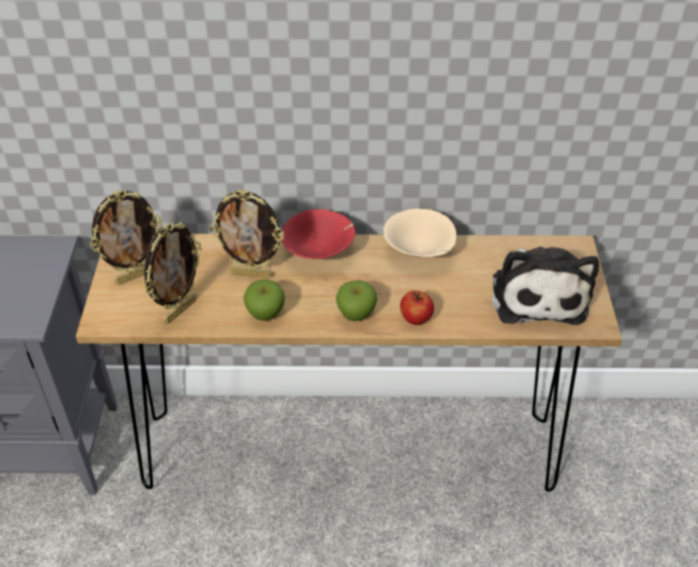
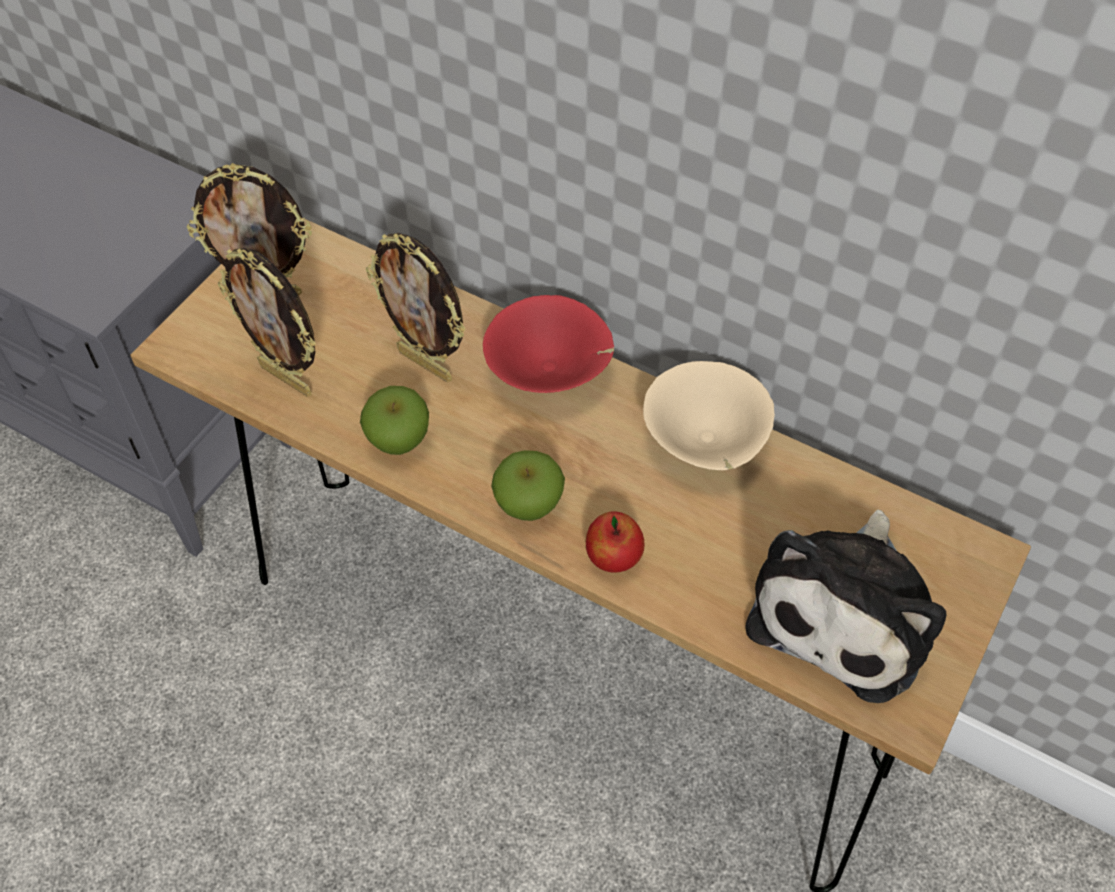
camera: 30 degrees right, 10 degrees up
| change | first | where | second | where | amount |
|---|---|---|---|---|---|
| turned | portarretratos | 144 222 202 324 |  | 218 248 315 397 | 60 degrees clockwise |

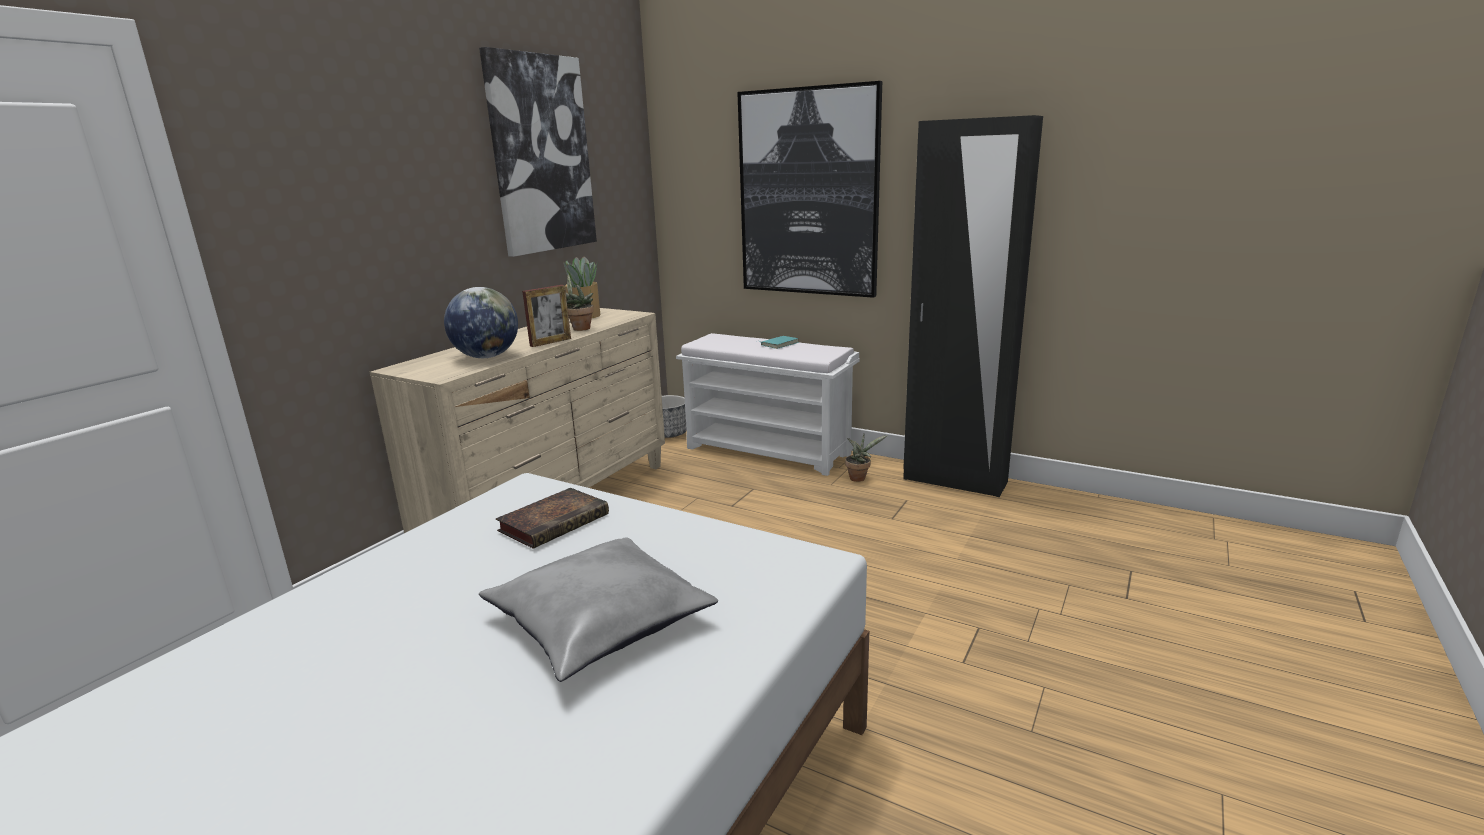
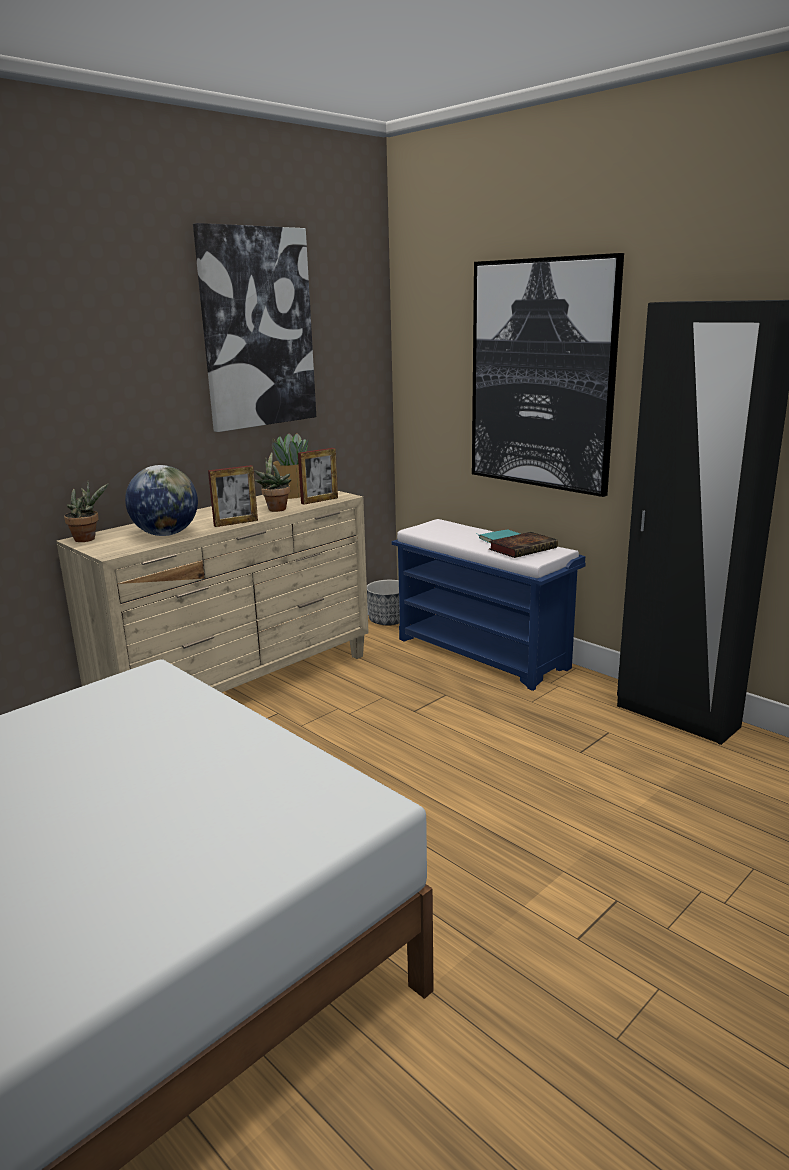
camera: 15 degrees right, 0 degrees up
| change | first | where | second | where | amount |
|---|---|---|---|---|---|
| removed | cojín [gris] | 479 537 718 682 |  |  |  |
| moved | libro | 496 488 609 549 |  | 489 532 558 558 |  |
| recoloured | banco [blanco] | 676 333 860 476 | banco [azul] | 392 519 586 691 |  |
| moved | planta en maceta | 845 434 888 482 |  | 64 481 108 542 |  |
| added |  |  | portarretratos | 298 448 338 505 |  |

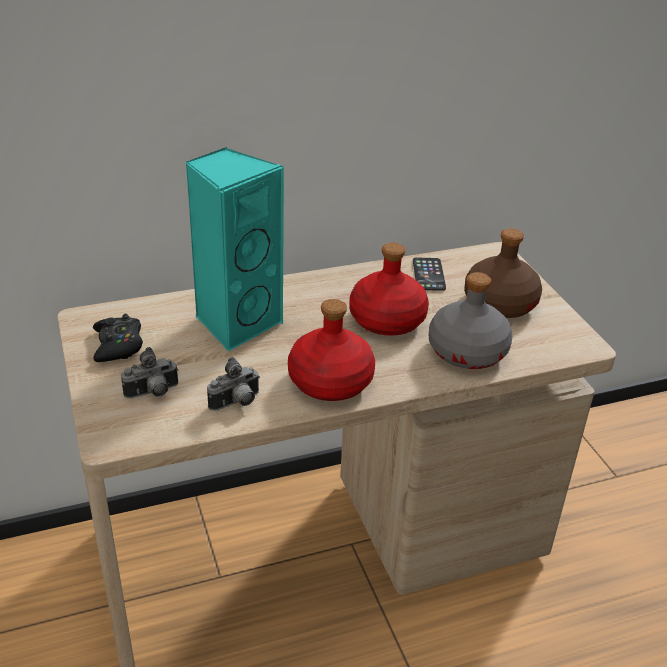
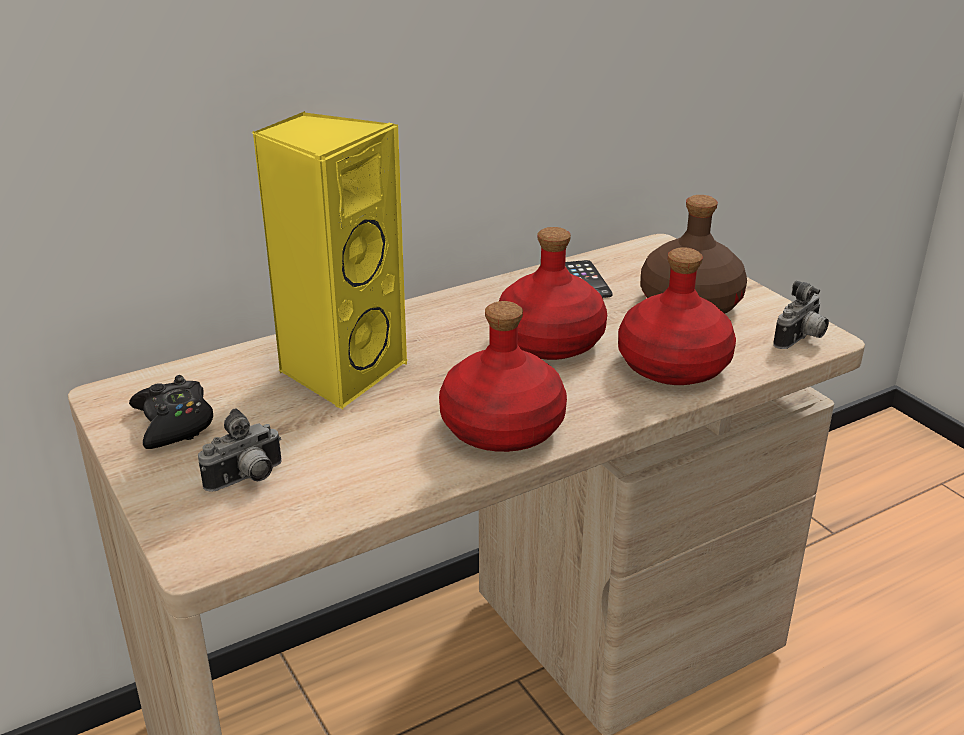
camera: 10 degrees left, 5 degrees down
| change | first | where | second | where | amount |
|---|---|---|---|---|---|
| recoloured | altavoz [turquesa] | 185 147 284 352 | altavoz [amarillo] | 253 111 408 409 |  |
| moved | cámara | 207 357 260 411 |  | 773 281 829 349 |  |
| recoloured | botella [gris] | 429 272 513 369 | botella [rojo] | 618 247 736 385 |  |

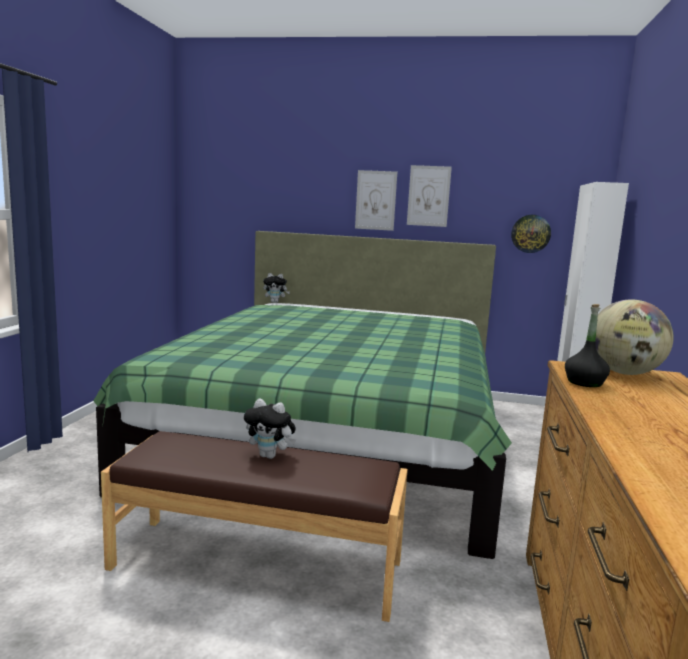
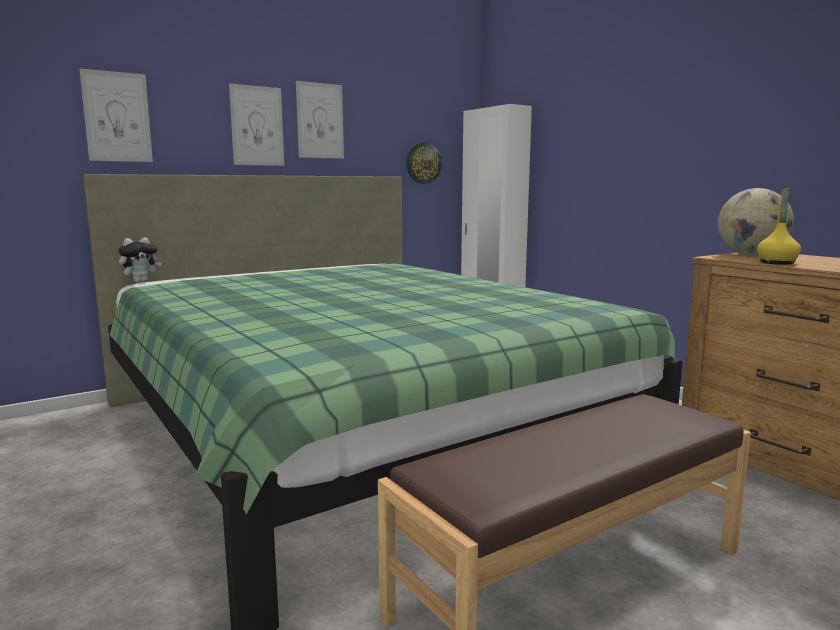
camera: 45 degrees left, 0 degrees up
| change | first | where | second | where | amount |
|---|---|---|---|---|---|
| removed | peluche | 244 398 296 459 |  |  |  |
| recoloured | botella [negro] | 565 304 610 387 | botella [amarillo] | 757 188 801 265 |  |
| added |  |  | cuadro | 79 69 153 162 |  |

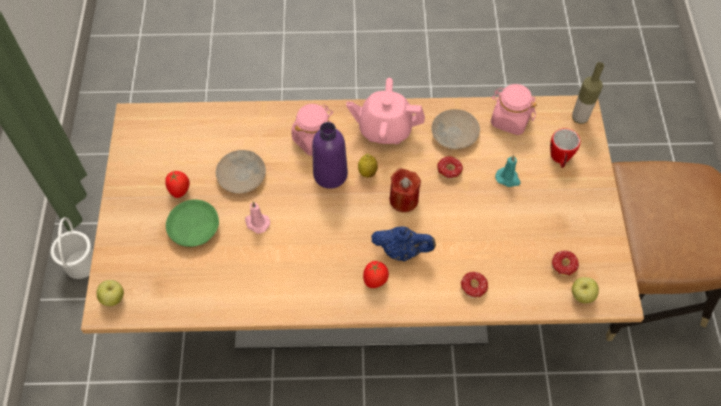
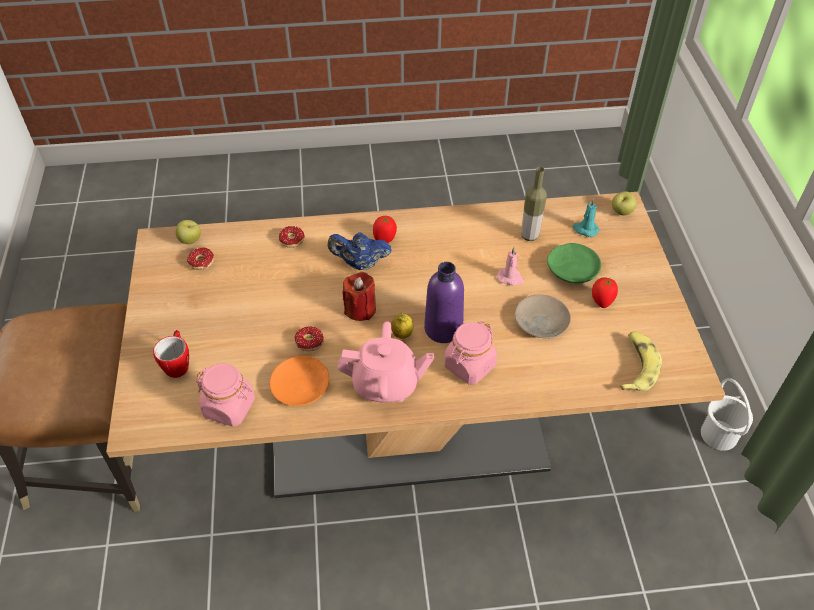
camera: 175 degrees right, 10 degrees down
| change | first | where | second | where | amount |
|---|---|---|---|---|---|
| recoloured | plato [beis] | 431 109 480 149 | plato [naranja] | 270 356 329 406 |  |
| moved | vela [turquesa] | 495 155 521 187 |  | 573 198 599 237 |  |
| moved | botella | 572 62 604 124 |  | 521 167 547 241 |  |
| added |  |  | plátano | 620 331 662 391 |  |

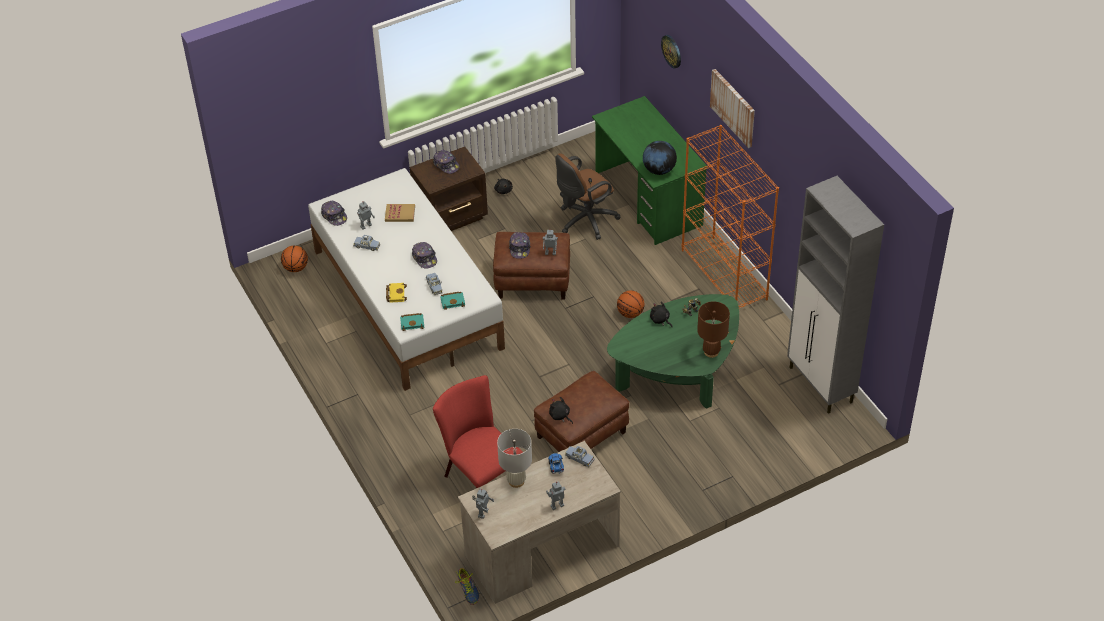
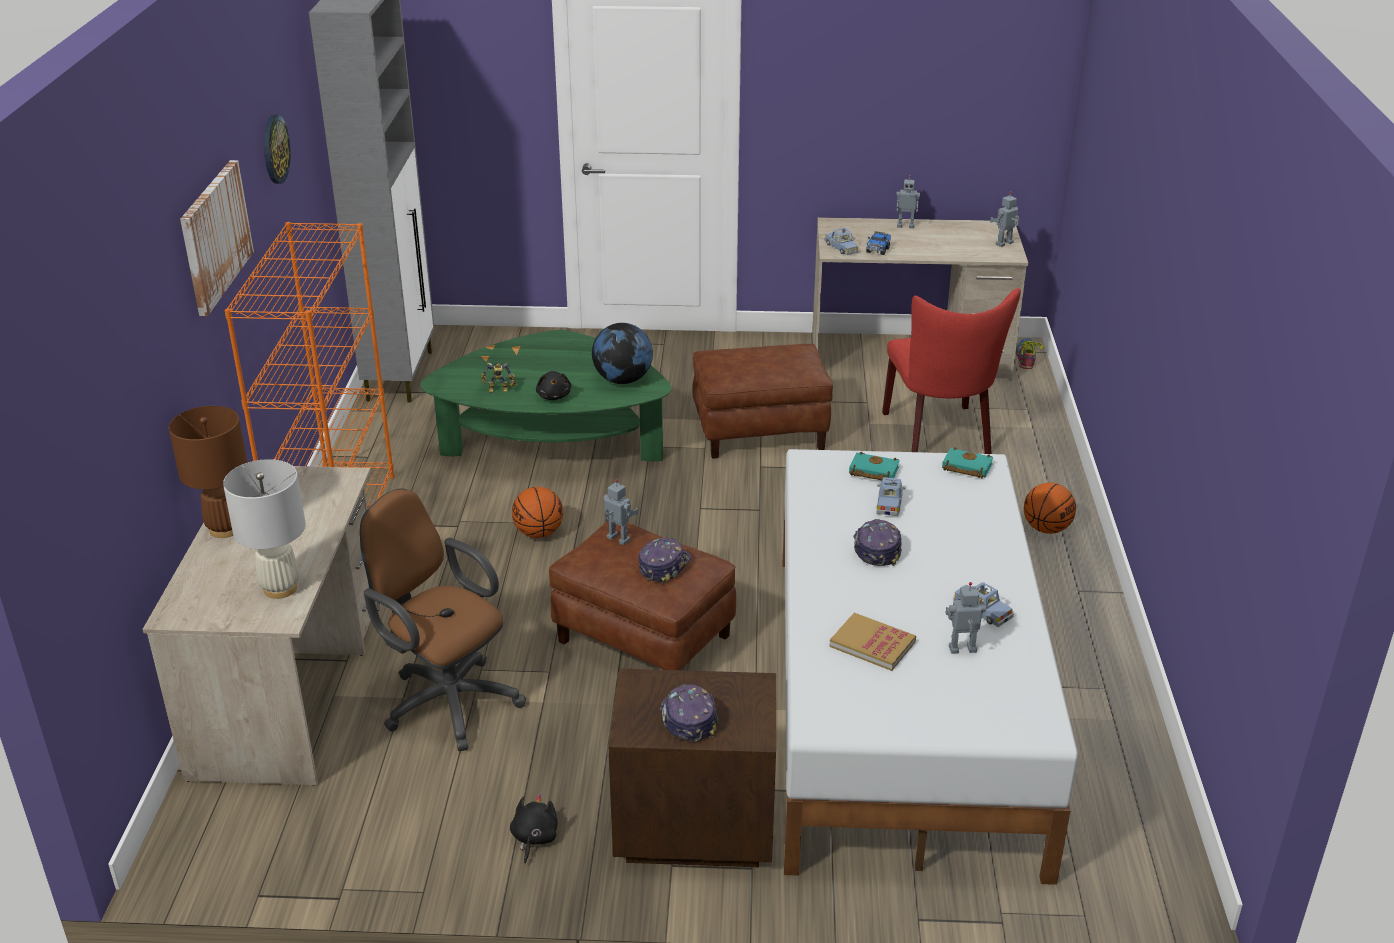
camera: 150 degrees left, 15 degrees down
| change | first | where | second | where | amount |
|---|---|---|---|---|---|
| moved | balón de baloncesto | 281 246 308 272 |  | 1024 483 1076 534 |  |
| removed | gorra | 321 201 347 226 |  |  |  |
| removed | libro [amarillo] | 386 283 407 303 |  |  |  |
| moved | lámpara de mesa [blanco] | 497 429 532 488 |  | 223 459 306 599 |  |
| removed | peluche [negro] | 549 397 573 424 |  |  |  |
| turned | silla de oficina [marrón] | 555 153 620 240 |  | 360 488 526 751 | 135 degrees counterclockwise |
| recoloured | escritorio [verde] | 592 96 707 245 | escritorio [beis] | 142 466 381 786 |  |
| moved | globo terráqueo | 643 141 677 175 |  | 592 323 653 384 |  |
| moved | reloj de pared | 661 35 681 68 |  | 264 115 290 184 |  |
| moved | lámpara de mesa [marrón] | 697 301 730 358 |  | 169 406 247 538 |  |

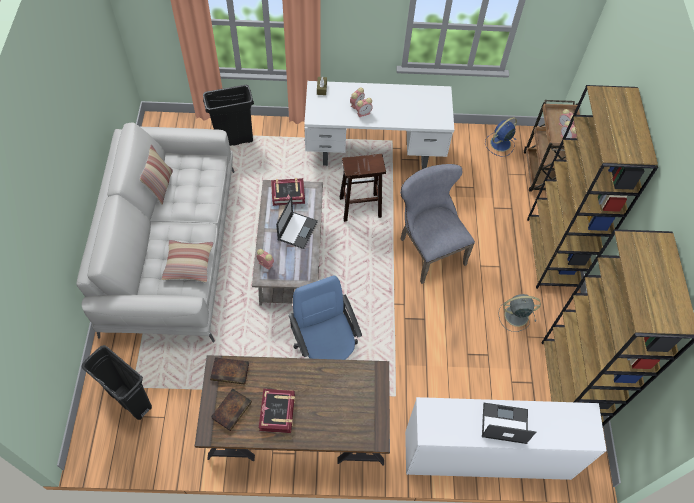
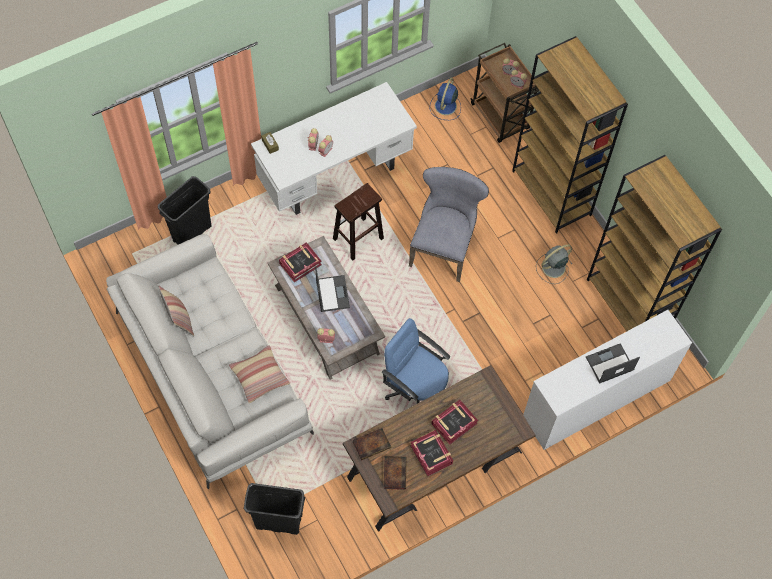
camera: 30 degrees left, 5 degrees up
| change | first | where | second | where | amount |
|---|---|---|---|---|---|
| turned | silla [gris] | 400 164 475 284 |  | 409 167 489 282 | 75 degrees clockwise |
| added |  |  | libro | 431 400 478 445 |  |

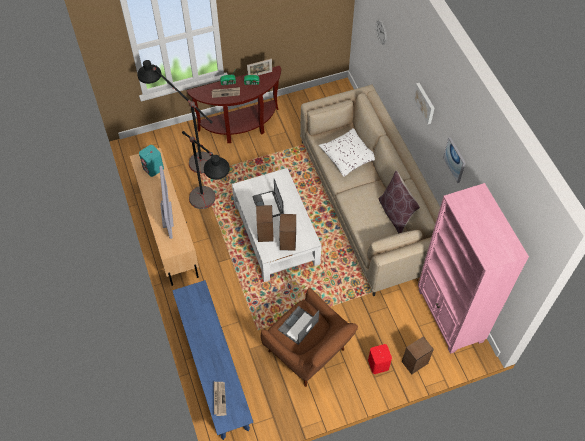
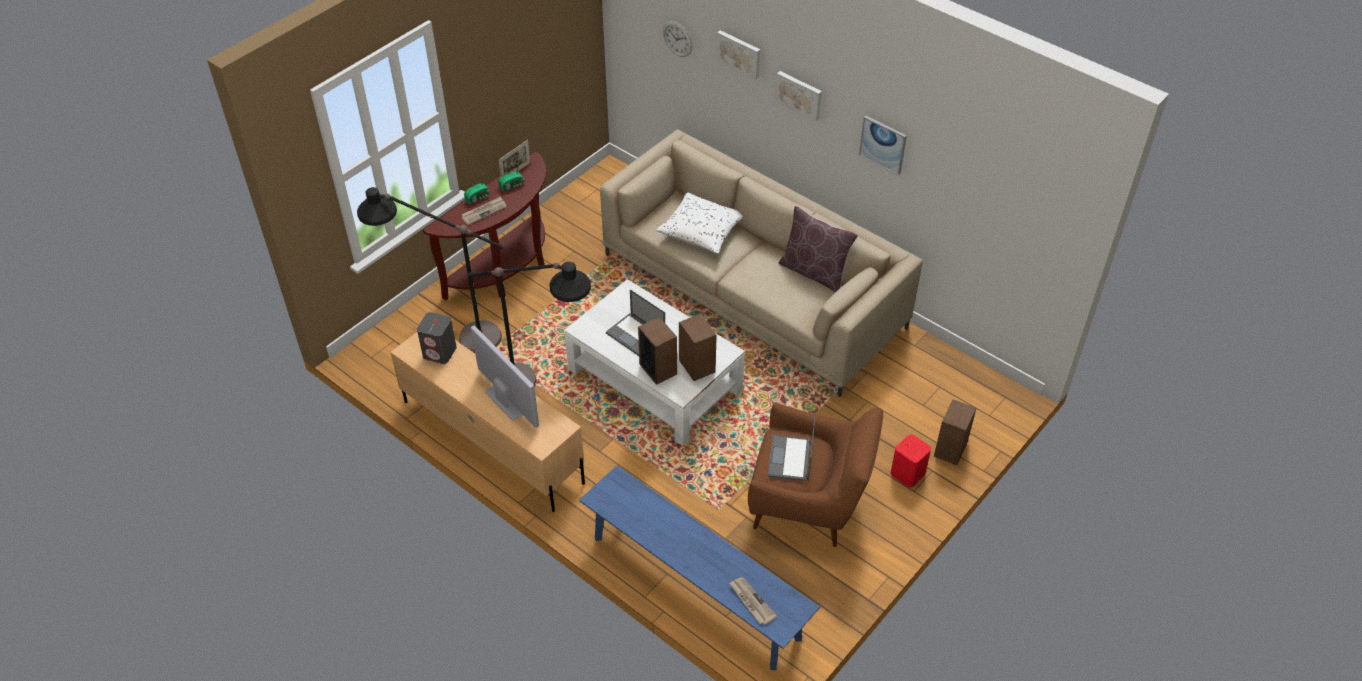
camera: 30 degrees left, 10 degrees down
| change | first | where | second | where | amount |
|---|---|---|---|---|---|
| recoloured | altavoz [turquesa] | 139 145 164 177 | altavoz [gris] | 417 312 457 364 |  |
| removed | estantería [rosa] | 418 183 529 354 |  |  |  |
| added |  |  | cuadro | 716 30 760 80 |  |

